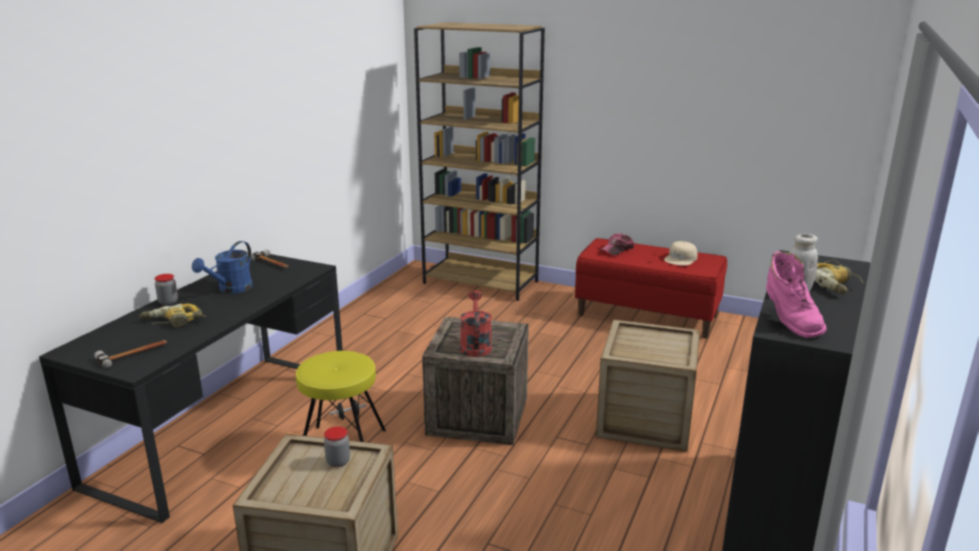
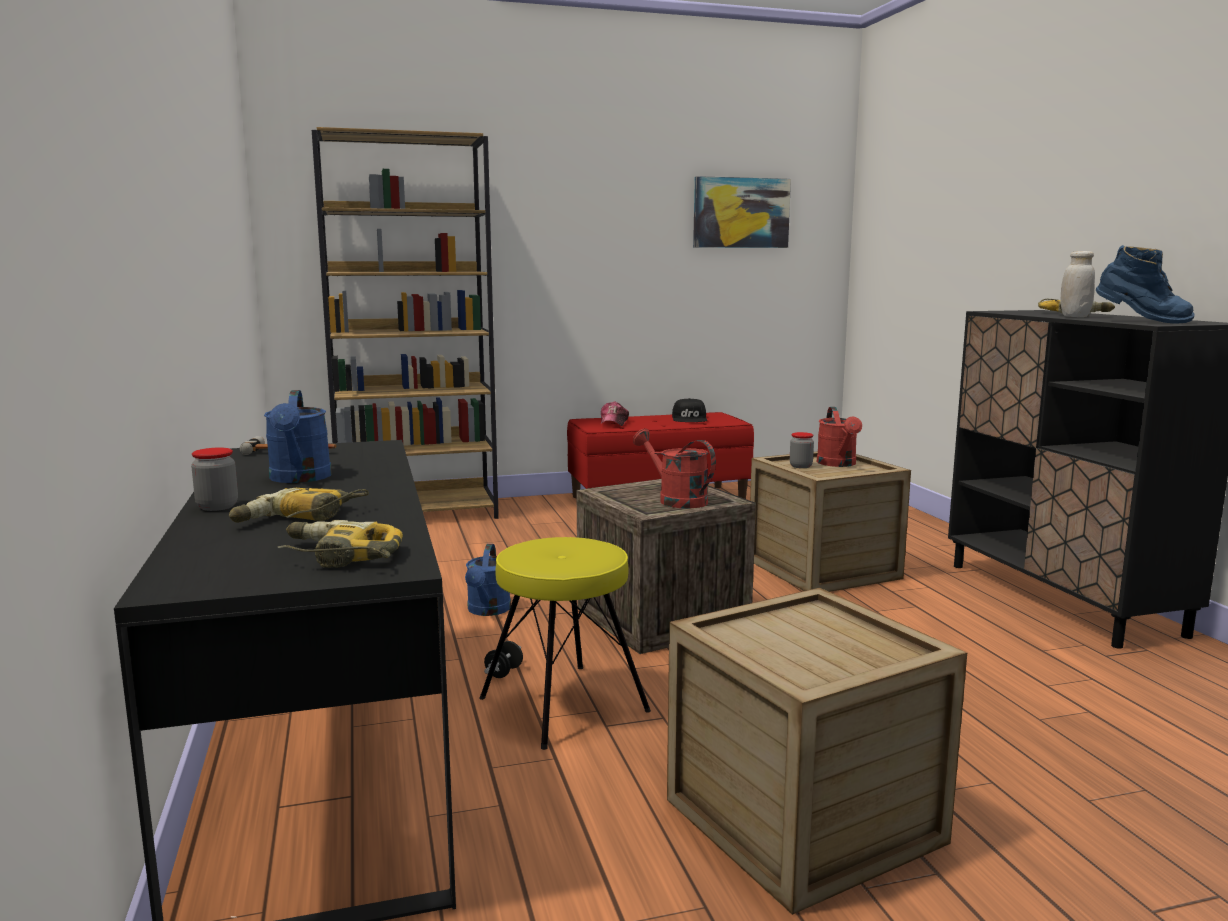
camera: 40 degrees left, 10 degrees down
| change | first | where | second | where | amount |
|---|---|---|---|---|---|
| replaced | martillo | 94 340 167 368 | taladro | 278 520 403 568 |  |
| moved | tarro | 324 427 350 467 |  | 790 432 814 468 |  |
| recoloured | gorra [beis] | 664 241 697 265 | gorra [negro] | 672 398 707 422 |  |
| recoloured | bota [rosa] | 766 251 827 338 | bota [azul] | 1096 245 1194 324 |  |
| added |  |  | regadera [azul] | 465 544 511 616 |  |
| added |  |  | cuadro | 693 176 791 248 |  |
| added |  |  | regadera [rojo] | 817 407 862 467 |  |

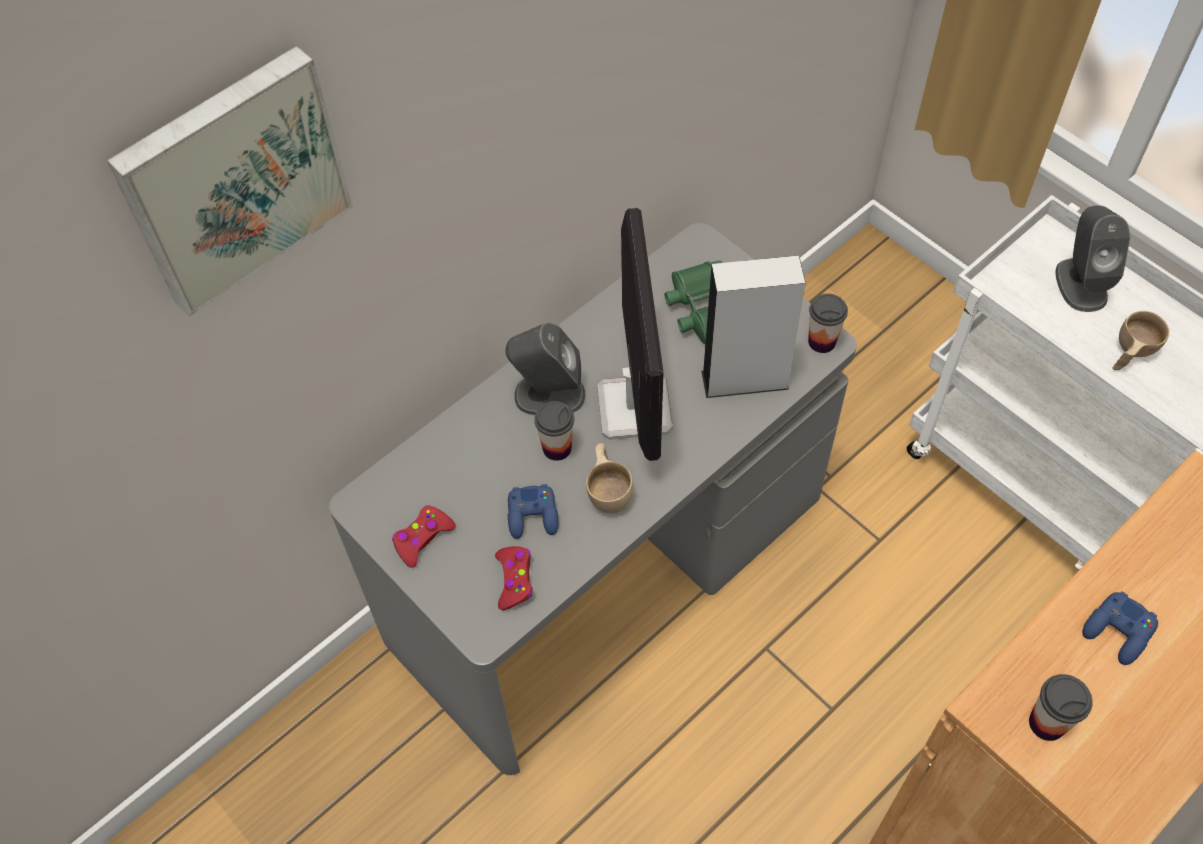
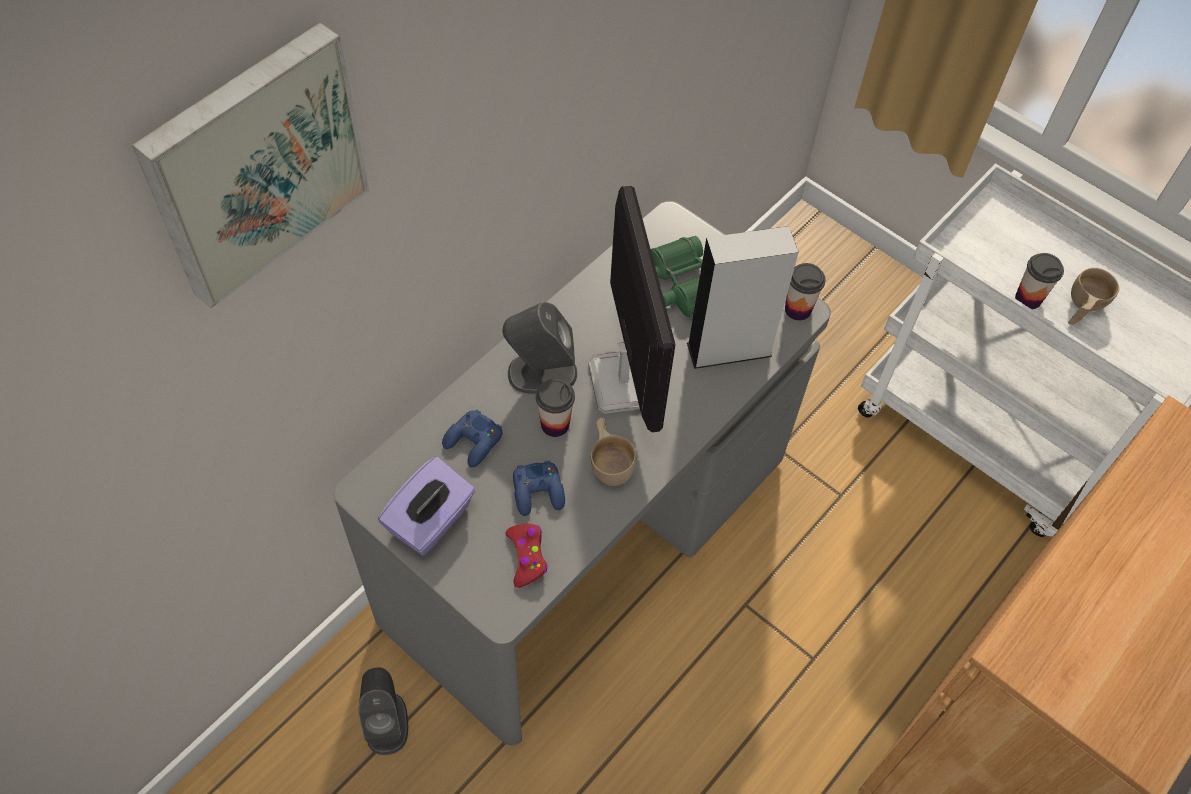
camera: 10 degrees left, 0 degrees up
| change | first | where | second | where | amount |
|---|---|---|---|---|---|
| replaced | mando de consola [rojo] | 392 505 456 568 | caja de pañuelos [morado] | 378 456 475 556 |  |
| moved | taza | 1029 674 1093 741 |  | 1015 253 1064 309 |  |
| moved | altavoz [gris] | 1055 205 1130 312 |  | 358 668 408 755 |  |
| moved | mando de consola [azul] | 1082 591 1158 665 |  | 442 409 503 467 |  |

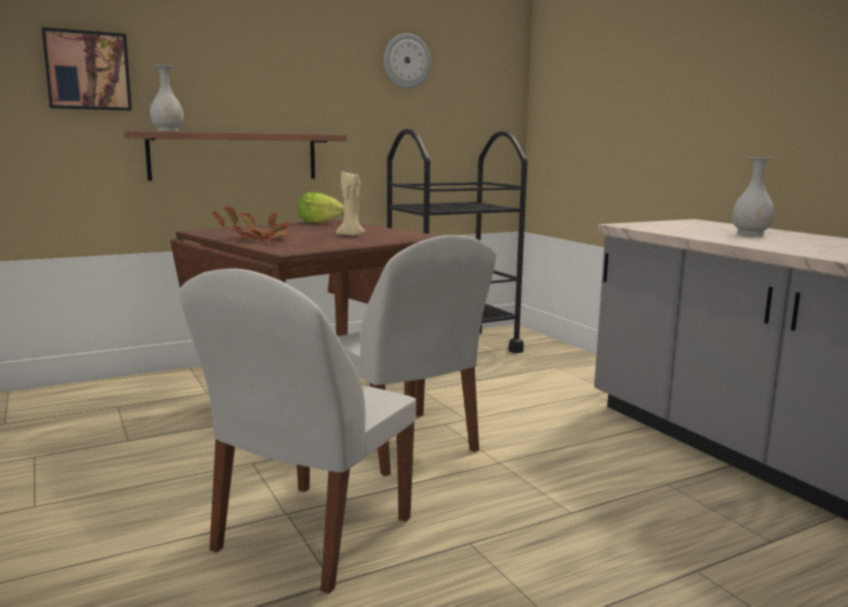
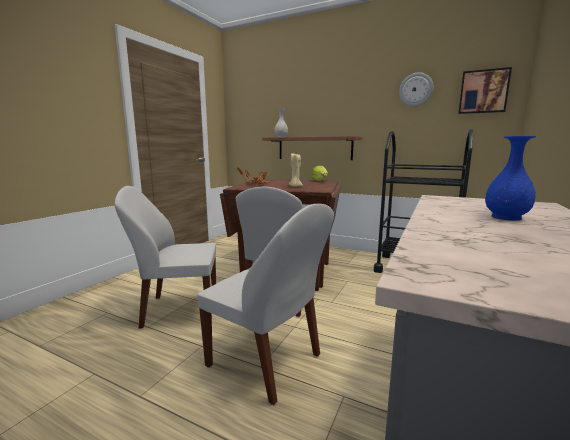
camera: 55 degrees right, 0 degrees up
| change | first | where | second | where | amount |
|---|---|---|---|---|---|
| moved | cuadro | 42 27 132 111 |  | 458 67 512 114 |  |
| recoloured | florero [blanco] | 732 157 775 236 | florero [azul] | 485 136 536 221 |  |
| added |  |  | silla [blanco] | 197 204 334 405 |  |

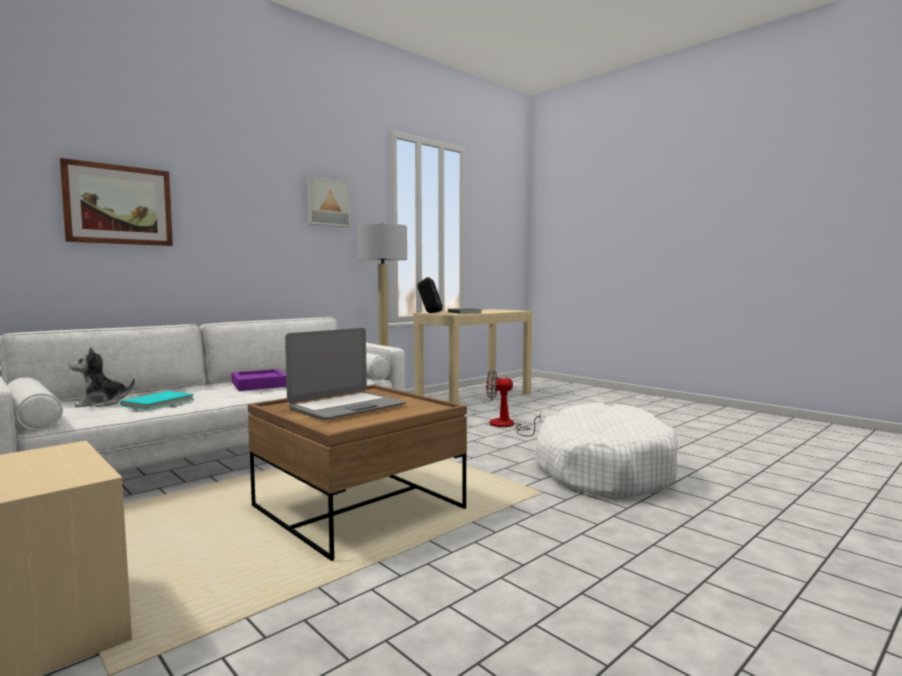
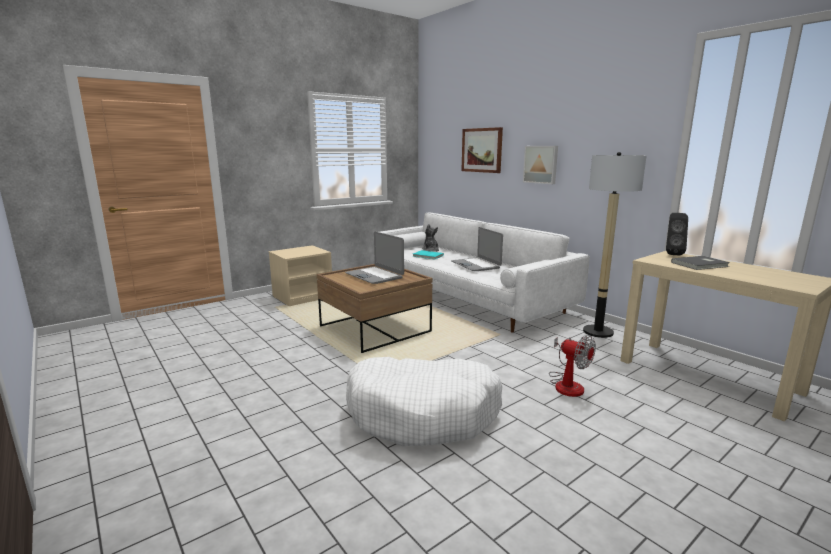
camera: 95 degrees right, 10 degrees up
| change | first | where | second | where | amount |
|---|---|---|---|---|---|
| replaced | bandeja [morado] | 232 369 287 391 | portátil | 451 227 503 271 |  |
| moved | cuadro | 306 176 351 227 |  | 523 146 558 184 |  |
| turned | ventilador | 486 369 541 437 |  | 549 335 596 397 | 120 degrees clockwise |

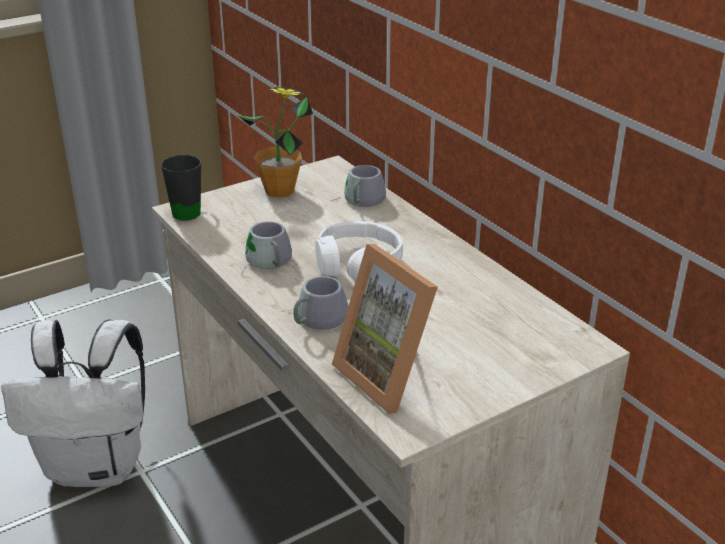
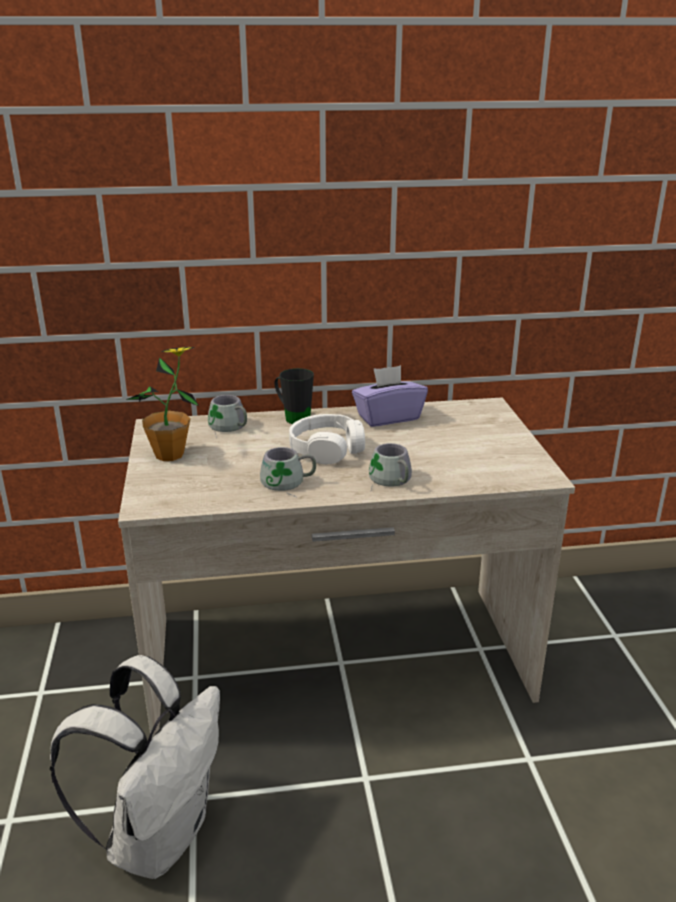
camera: 65 degrees left, 5 degrees down
| change | first | where | second | where | amount |
|---|---|---|---|---|---|
| moved | taza grande [negro] | 161 155 201 220 |  | 275 368 314 424 |  |
| removed | portarretratos | 332 244 438 414 |  |  |  |
| added |  |  | caja de pañuelos [morado] | 352 365 428 427 |  |

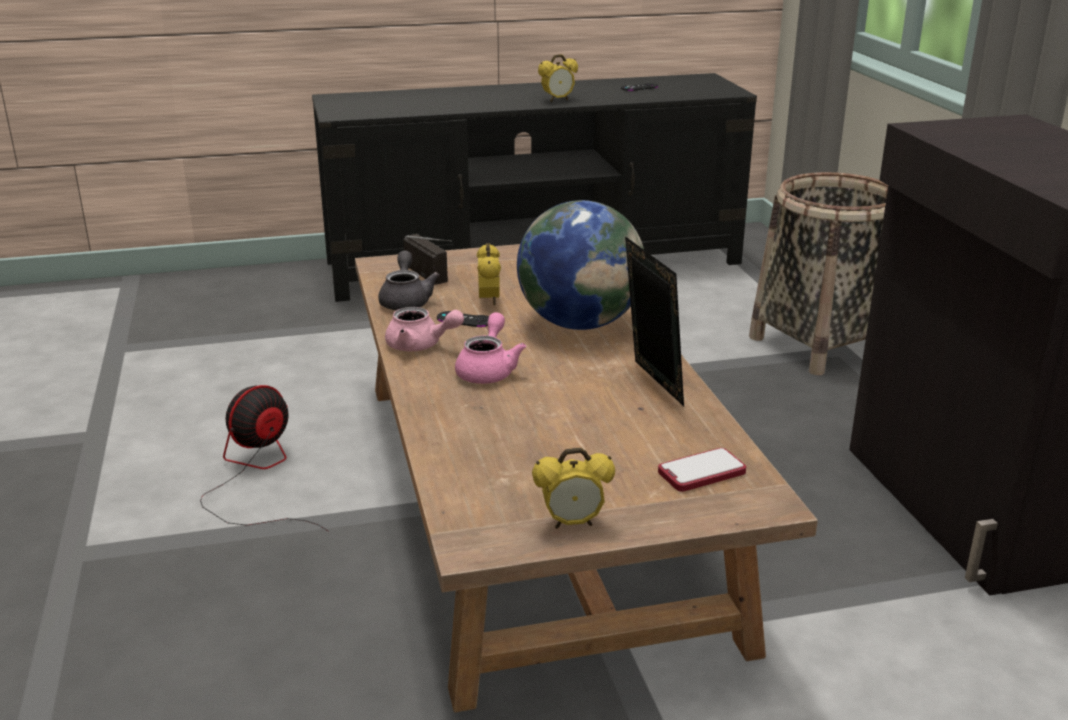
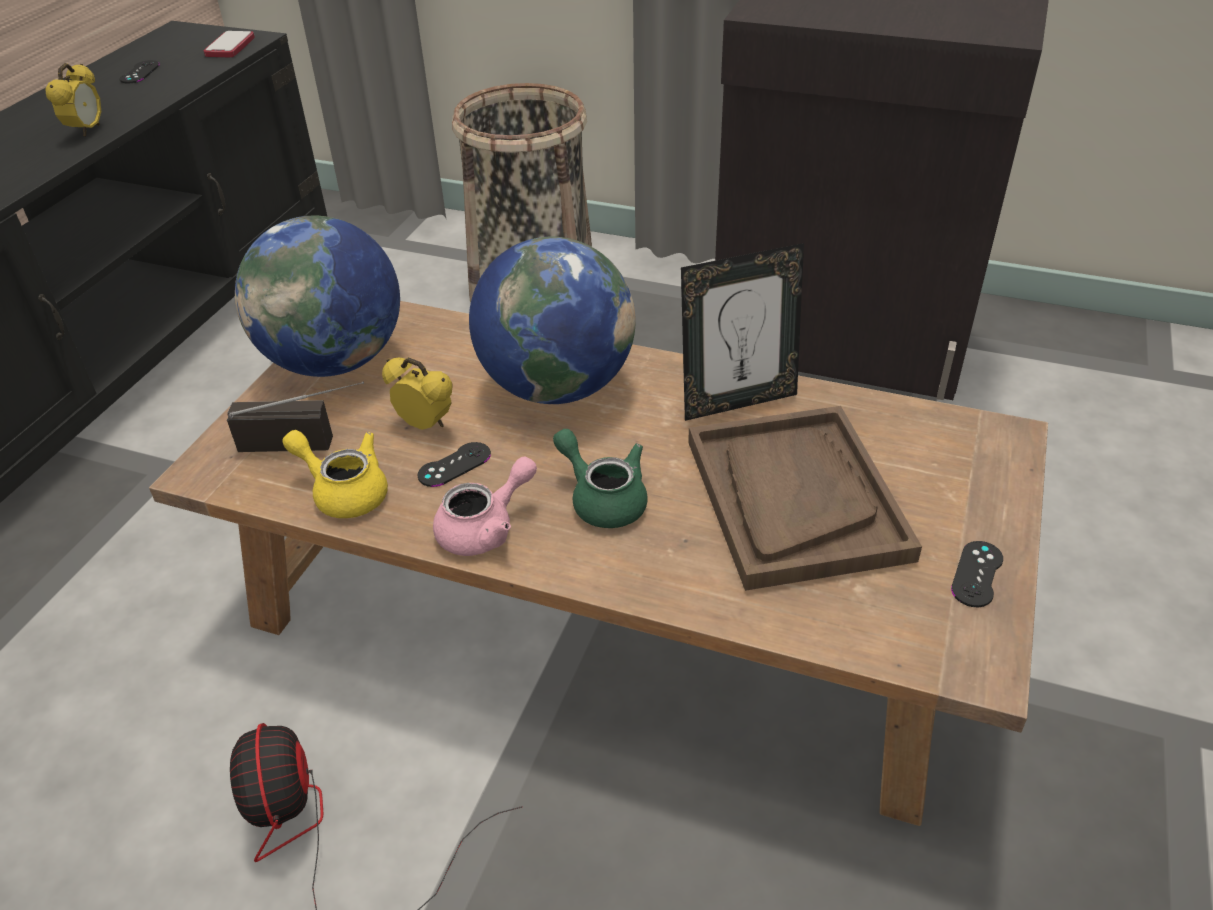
camera: 55 degrees left, 15 degrees up
| change | first | where | second | where | amount |
|---|---|---|---|---|---|
| recoloured | tetera [gris] | 378 250 440 310 | tetera [amarillo] | 282 430 388 518 |  |
| recoloured | tetera [rosa] | 455 312 526 384 | tetera [verde] | 553 429 648 528 |  |
| replaced | despertador | 532 447 615 529 | mando de consola [negro] | 951 541 1003 607 |  |
| turned | portarretratos | 625 236 684 406 |  | 681 243 804 421 | 150 degrees clockwise |
| moved | móvil | 658 448 746 492 |  | 204 31 255 57 |  |
| added |  |  | globo terráqueo | 235 216 400 377 |  |
| added |  |  | bandeja [marrón] | 688 406 922 591 |  |

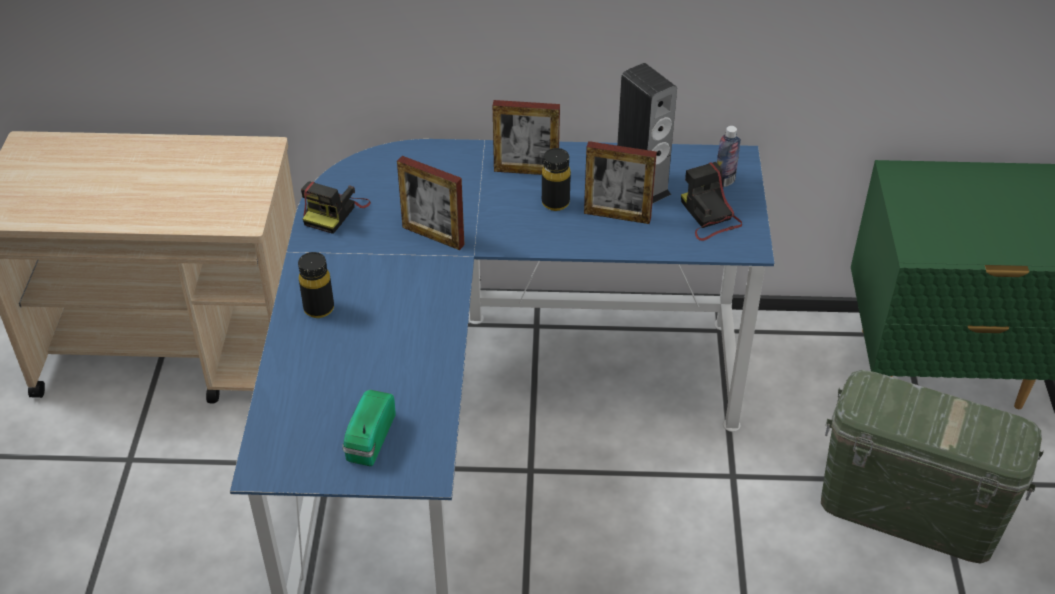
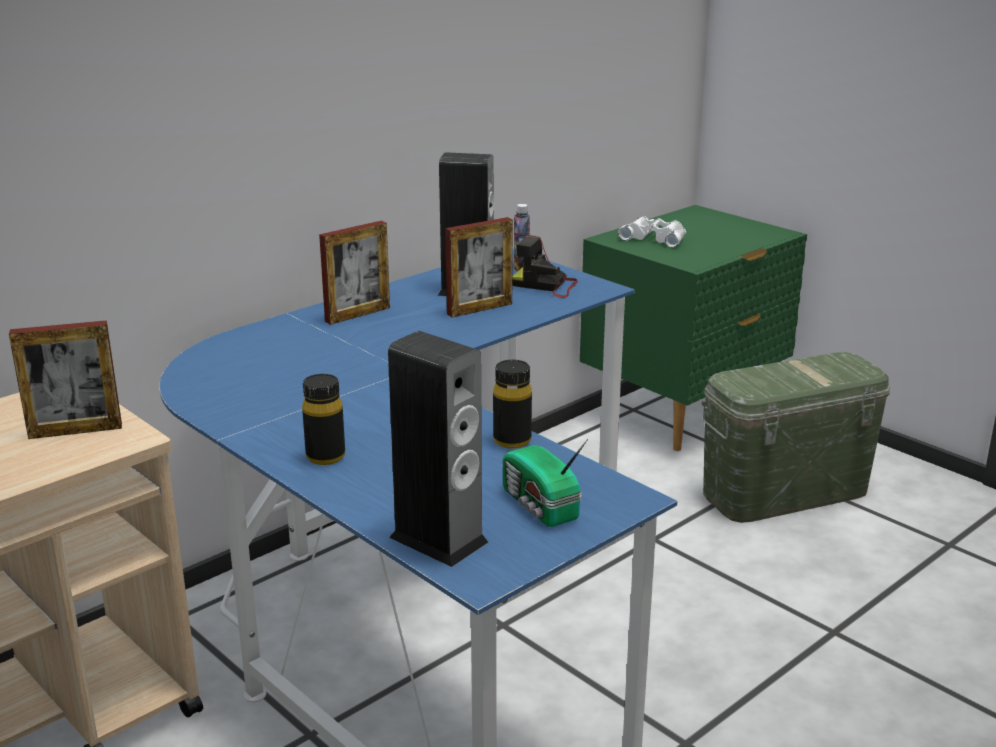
camera: 45 degrees left, 20 degrees down
| change | first | where | second | where | amount |
|---|---|---|---|---|---|
| removed | cámara | 301 182 371 234 |  |  |  |
| moved | portarretratos | 397 156 464 250 |  | 9 320 122 439 |  |
| moved | botella [negro] | 542 148 571 211 |  | 493 360 532 449 |  |
| added |  |  | altavoz | 388 331 488 567 |  |
| added |  |  | prismáticos [blanco] | 618 216 686 248 |  |

